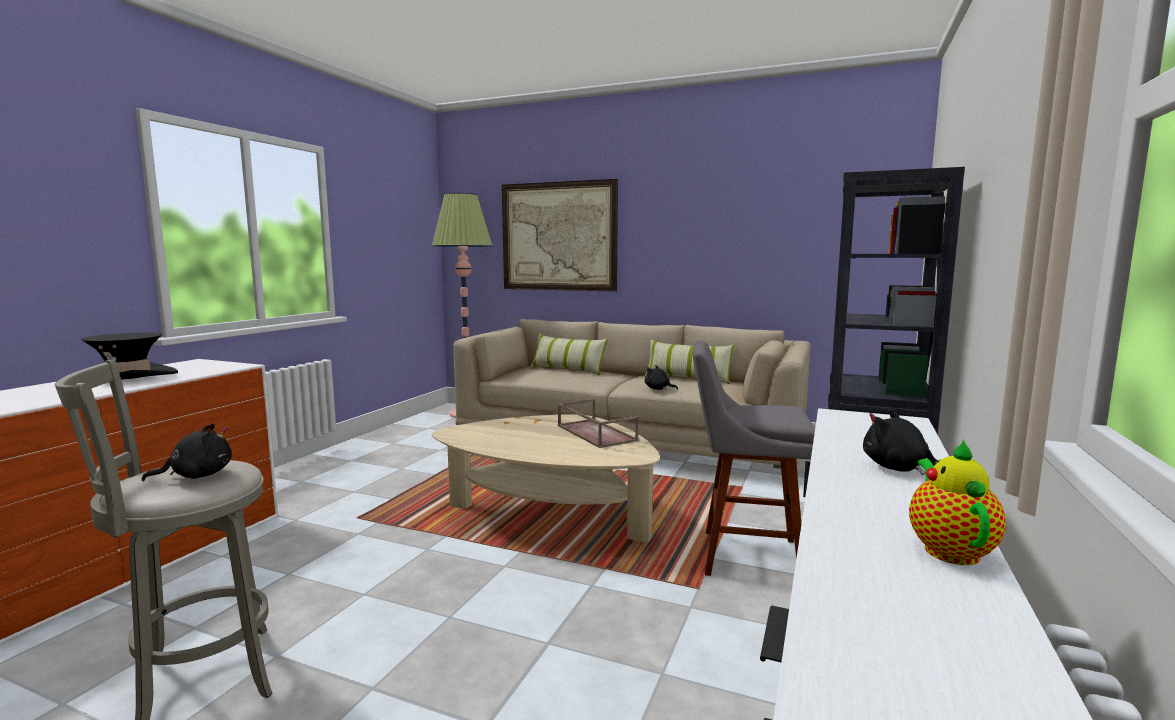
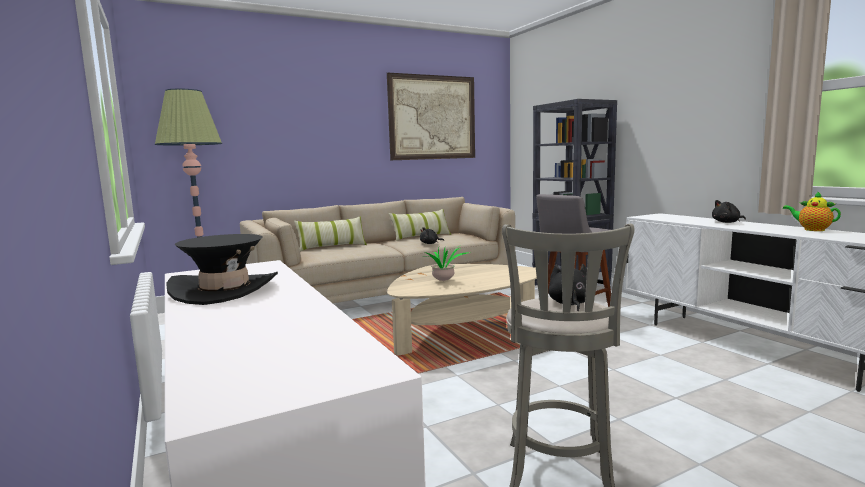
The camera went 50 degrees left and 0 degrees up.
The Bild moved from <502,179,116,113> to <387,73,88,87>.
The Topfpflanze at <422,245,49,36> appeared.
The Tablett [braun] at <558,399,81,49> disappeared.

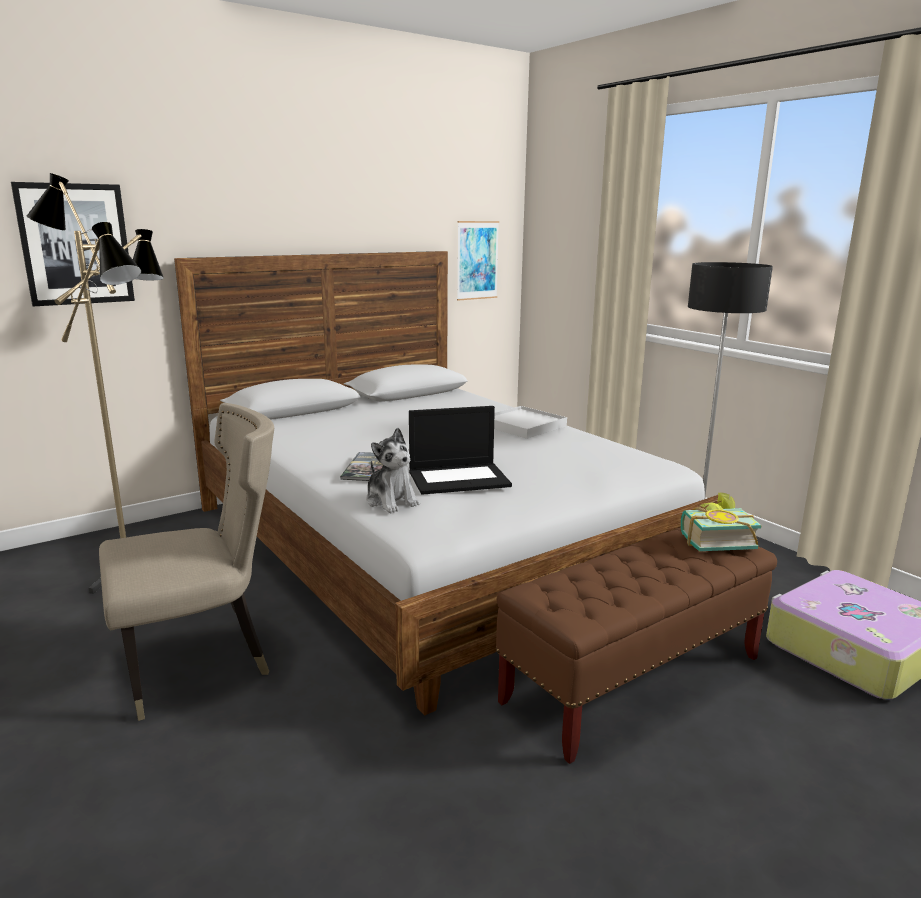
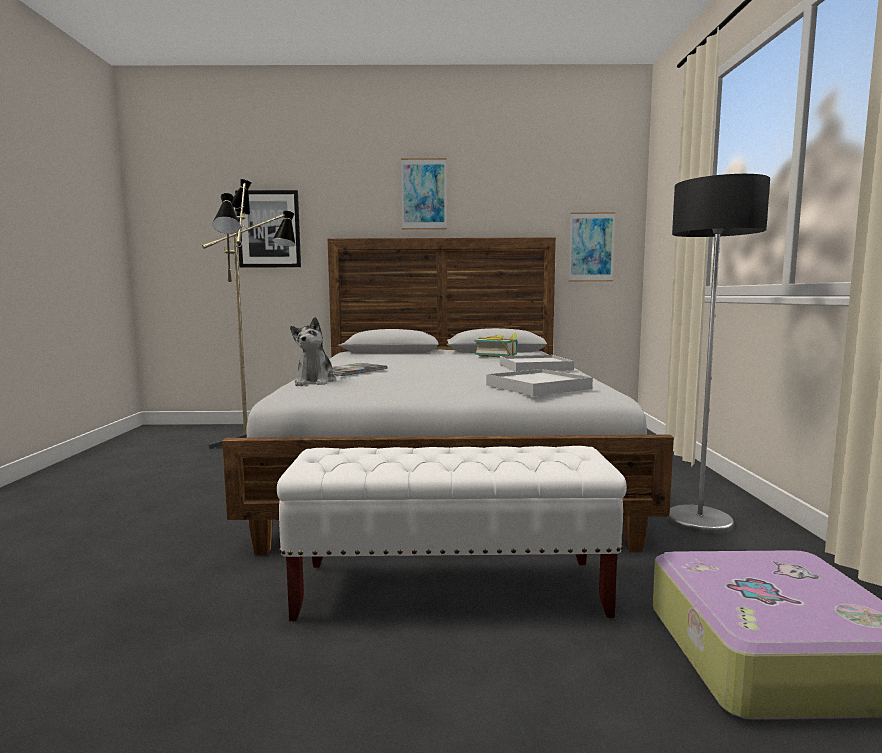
The camera went 35 degrees right and 10 degrees down.
The Bank [braun] at <496,527,281,237> became the Bank [weiß] at <277,446,350,175>.
The Bild at <401,158,46,72> appeared.
The Buch moved from <681,493,81,58> to <475,333,43,24>.
The Tablett [weiß] at <486,369,107,27> appeared.
The Stuhl [beige] at <99,403,175,318> disappeared.
The Laptop at <409,406,103,89> disappeared.

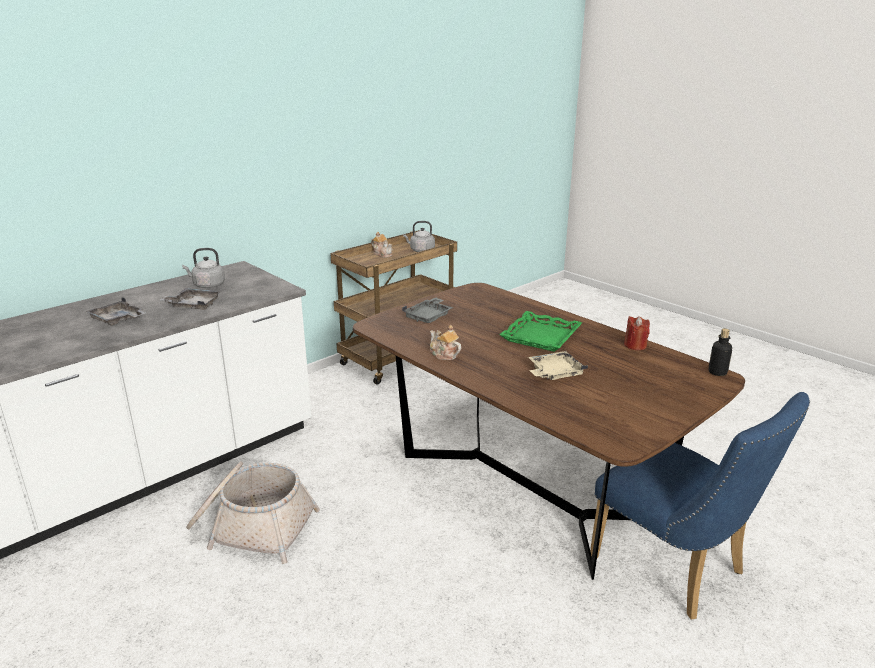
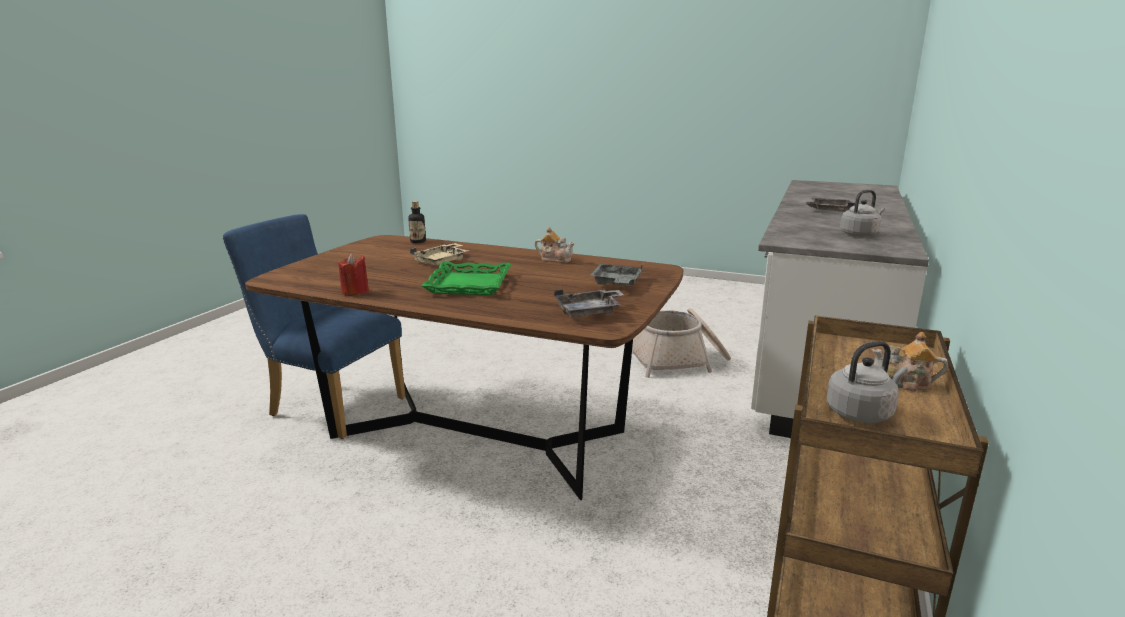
The camera went 155 degrees right and 5 degrees down.
The Flasche moved from <708,328,24,48> to <408,201,18,42>.
The Tablett [grau] moved from <160,288,61,22> to <554,289,70,28>.

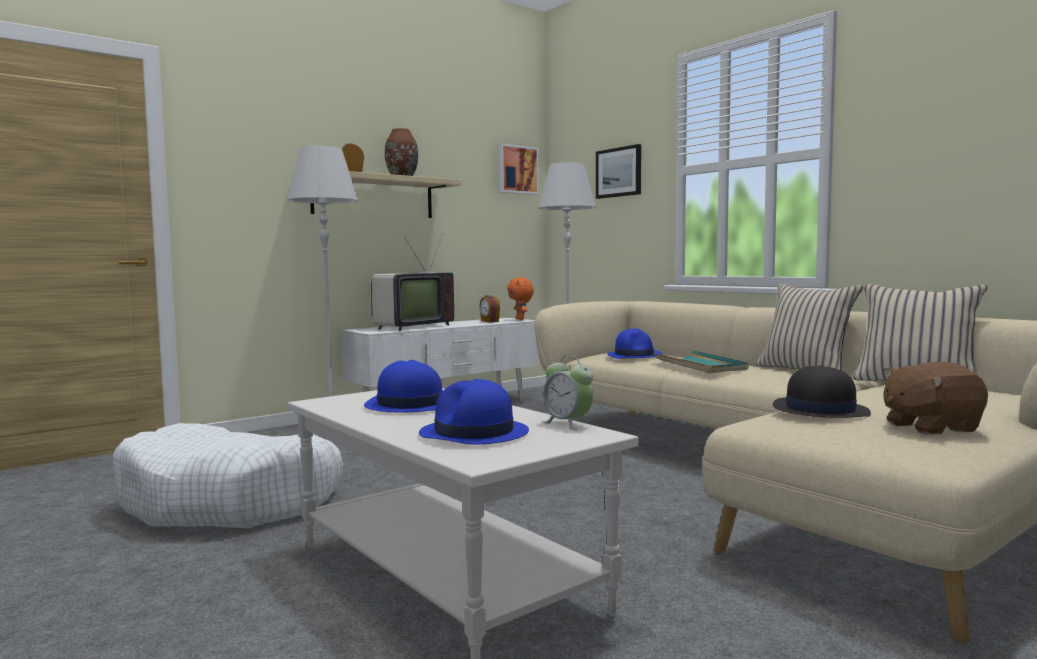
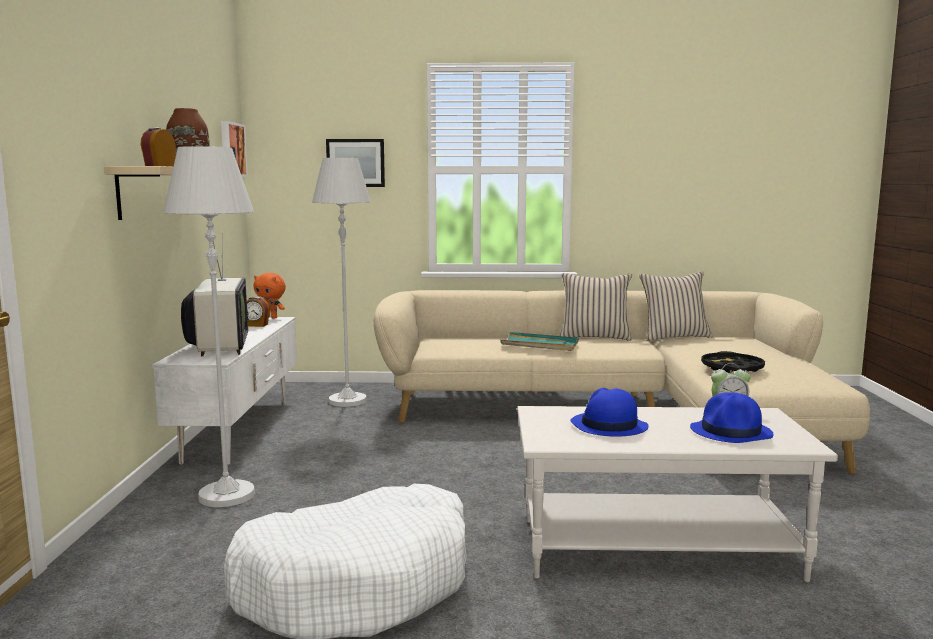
The camera went 50 degrees left and 5 degrees up.
The Hut [schwarz] at <773,365,98,53> was replaced by the Tablett [schwarz] at <701,351,64,22>.
The Hut [blau] at <607,329,55,30> disappeared.
The Plüschtier [braun] at <883,362,105,73> disappeared.

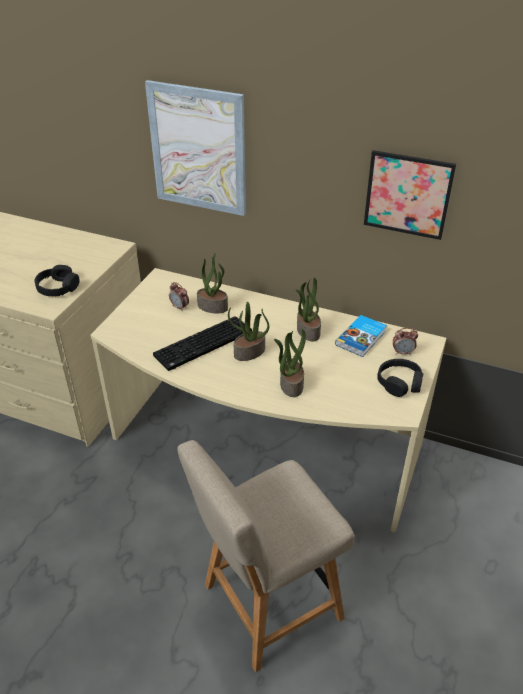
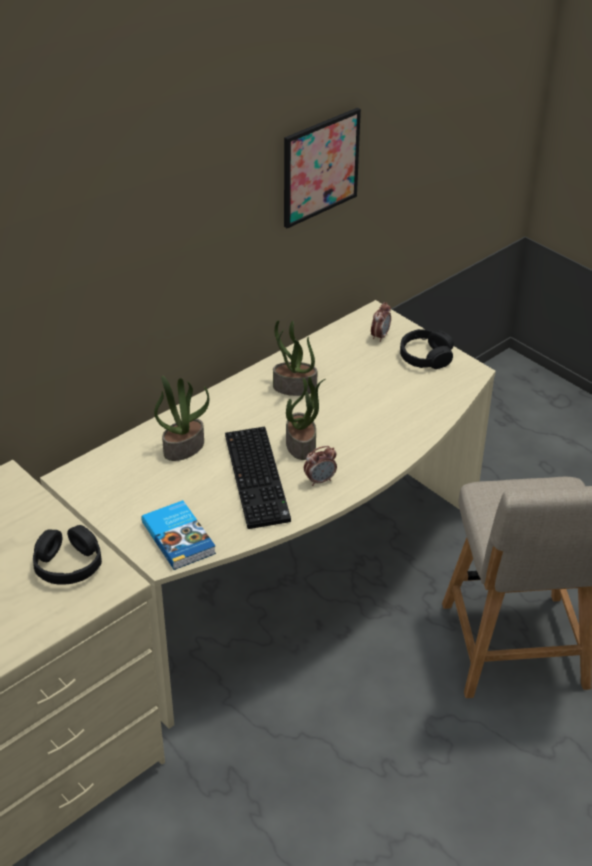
The camera went 65 degrees left and 0 degrees up.
The Buch moved from <335,315,52,42> to <141,500,75,70>.
The Wecker moved from <169,282,20,29> to <304,446,33,40>.
The Bild at <145,80,101,136> disappeared.
The Topfpflanze at <274,329,32,68> disappeared.

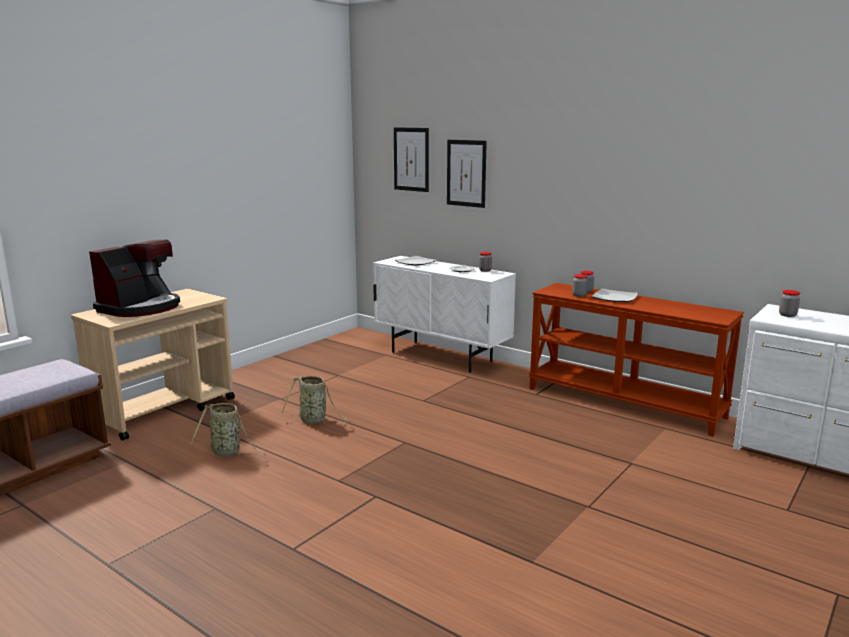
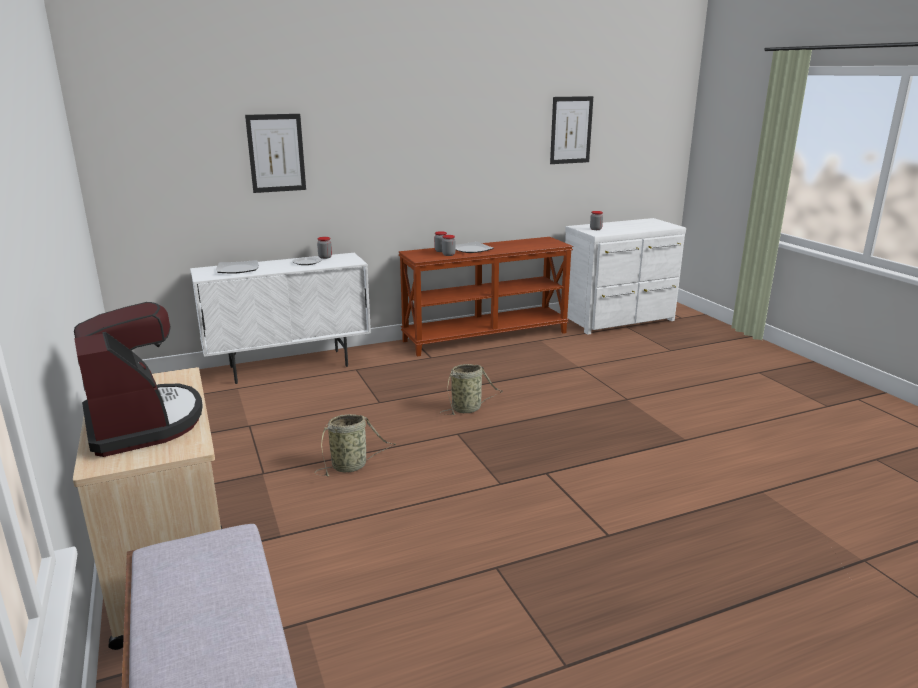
The camera went 60 degrees left and 5 degrees up.
The Korb moved from <190,403,75,53> to <440,364,63,51>.
The Bild moved from <394,127,35,65> to <550,96,43,68>.

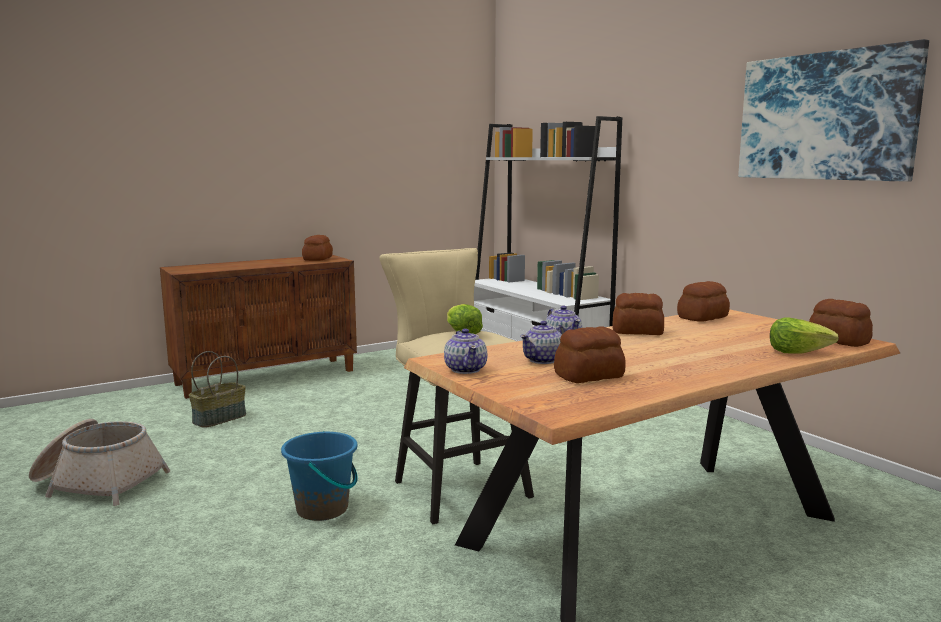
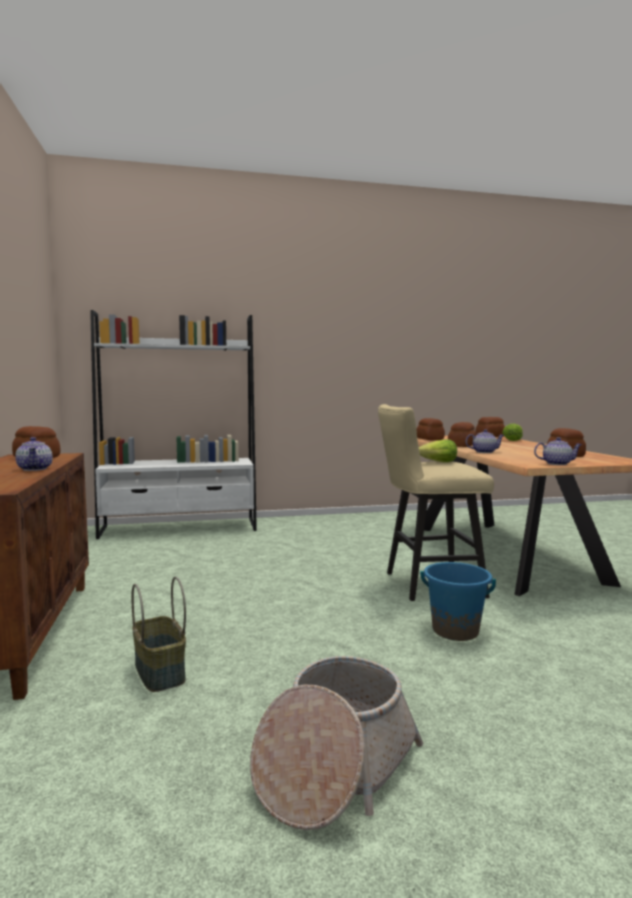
The camera went 70 degrees left and 5 degrees down.
The Teekanne moved from <520,321,45,43> to <15,437,38,34>.
The Bild at <738,39,191,143> disappeared.

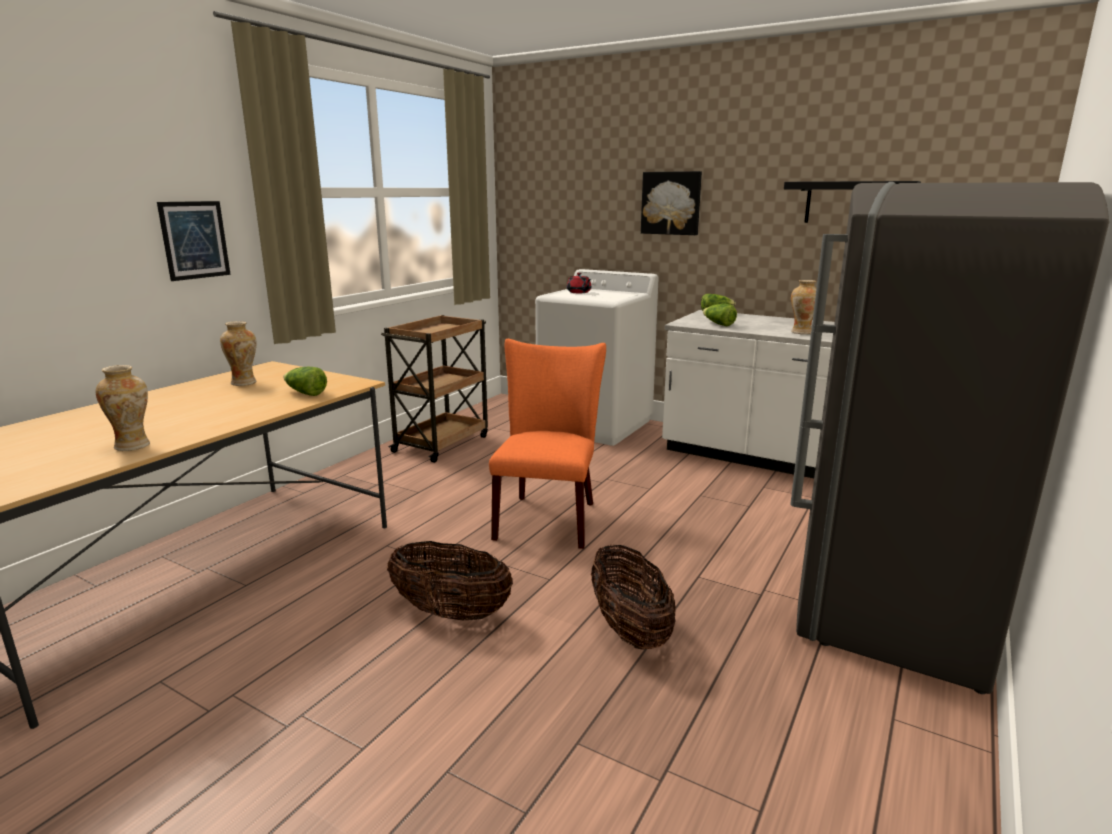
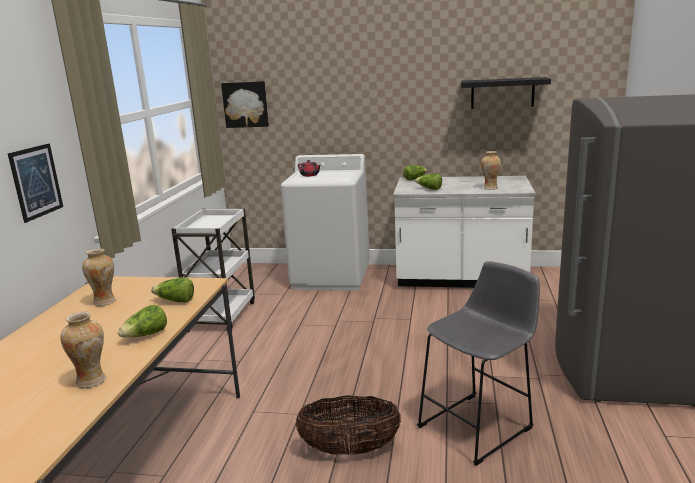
The camera went 20 degrees left and 0 degrees up.
The Salatkopf at <118,305,49,33> appeared.
The Rollwagen [braun] at <381,315,107,148> became the Rollwagen [weiß] at <171,208,84,125>.
The Bild moved from <641,171,61,64> to <221,81,48,47>.
The Korb at <591,545,85,105> was replaced by the Hocker [grau] at <417,261,123,205>.
The Stuhl [orange] at <489,339,117,210> disappeared.

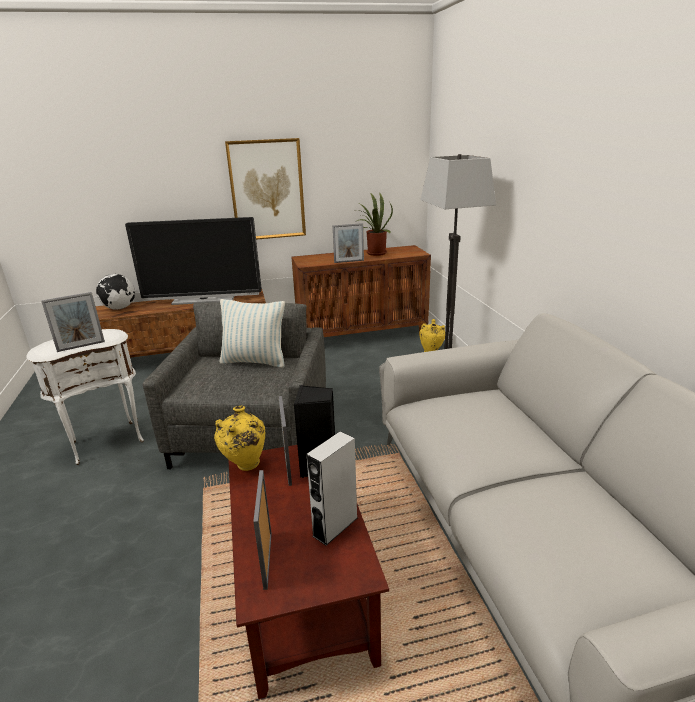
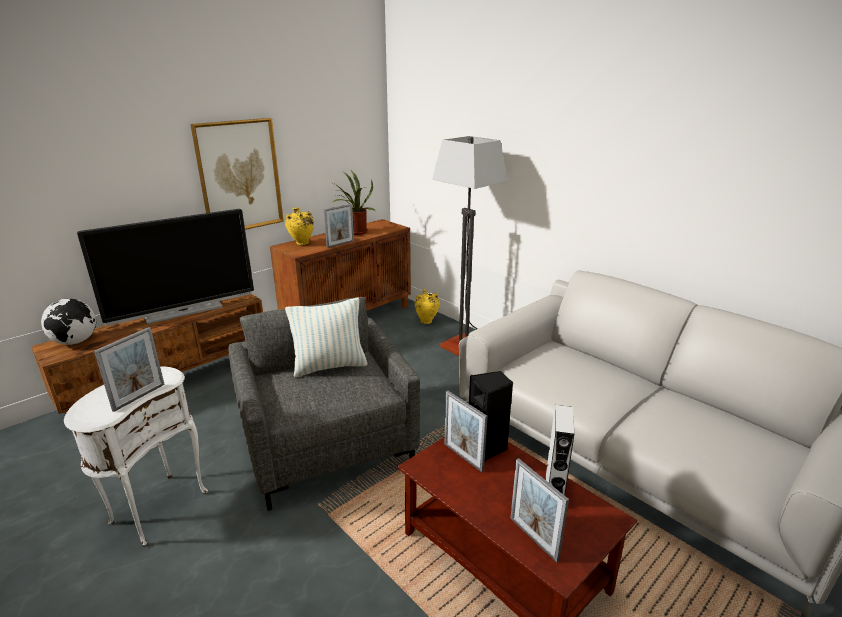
The camera went 30 degrees left and 0 degrees up.
The Vase [gelb] moved from <214,406,51,65> to <285,207,29,38>.

